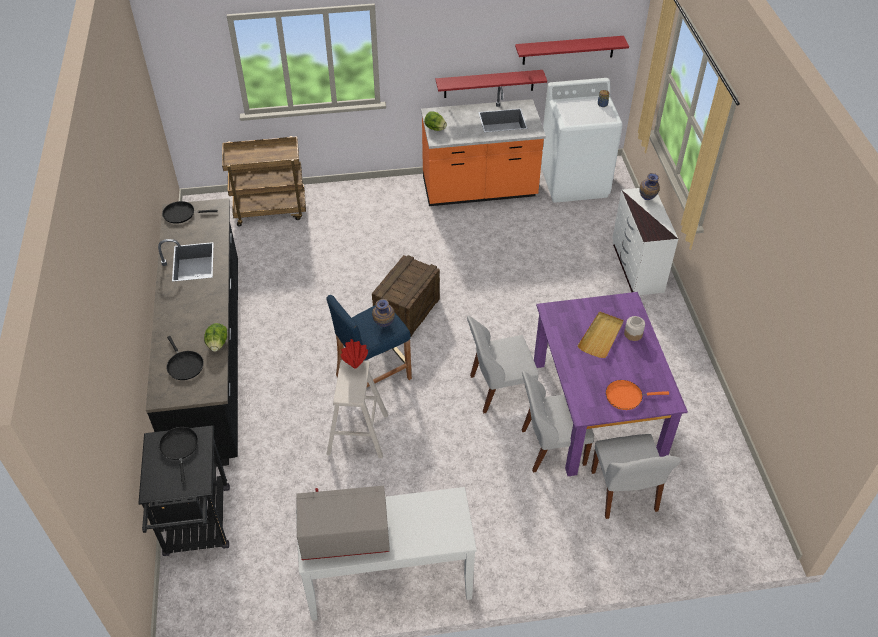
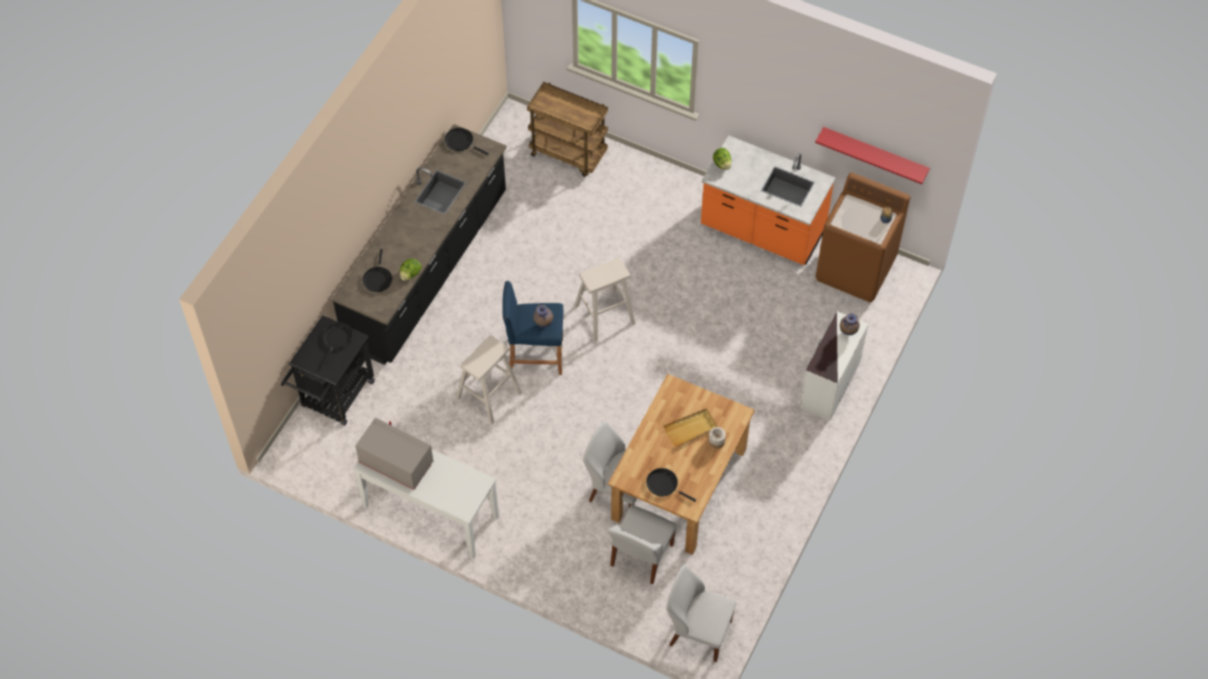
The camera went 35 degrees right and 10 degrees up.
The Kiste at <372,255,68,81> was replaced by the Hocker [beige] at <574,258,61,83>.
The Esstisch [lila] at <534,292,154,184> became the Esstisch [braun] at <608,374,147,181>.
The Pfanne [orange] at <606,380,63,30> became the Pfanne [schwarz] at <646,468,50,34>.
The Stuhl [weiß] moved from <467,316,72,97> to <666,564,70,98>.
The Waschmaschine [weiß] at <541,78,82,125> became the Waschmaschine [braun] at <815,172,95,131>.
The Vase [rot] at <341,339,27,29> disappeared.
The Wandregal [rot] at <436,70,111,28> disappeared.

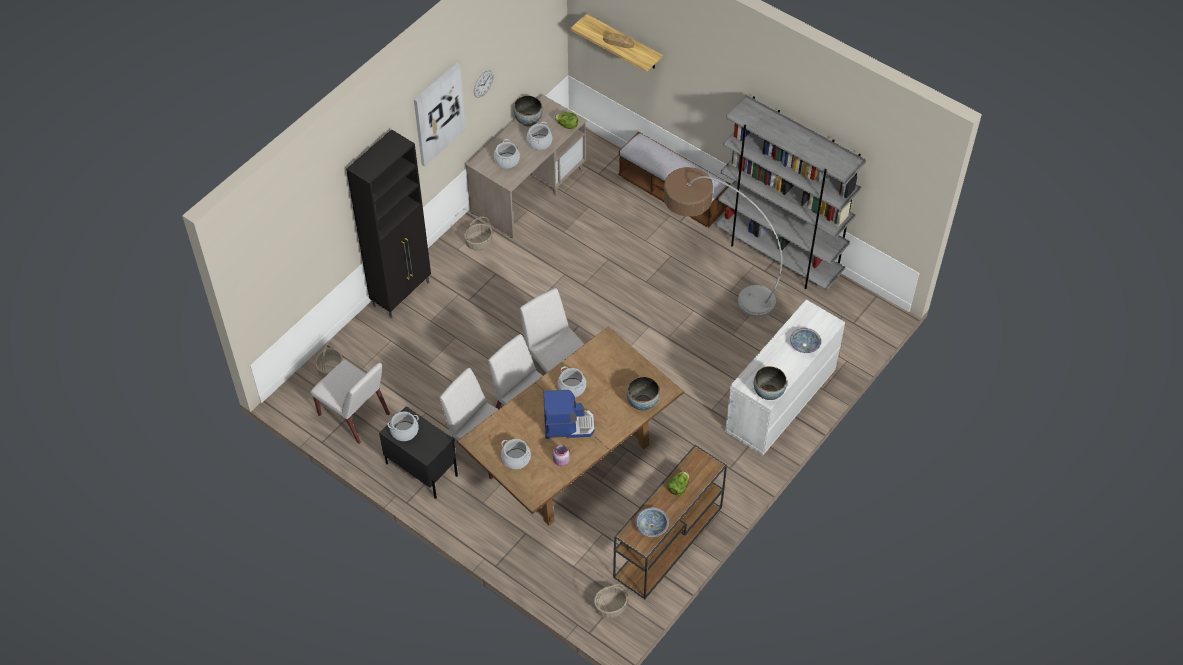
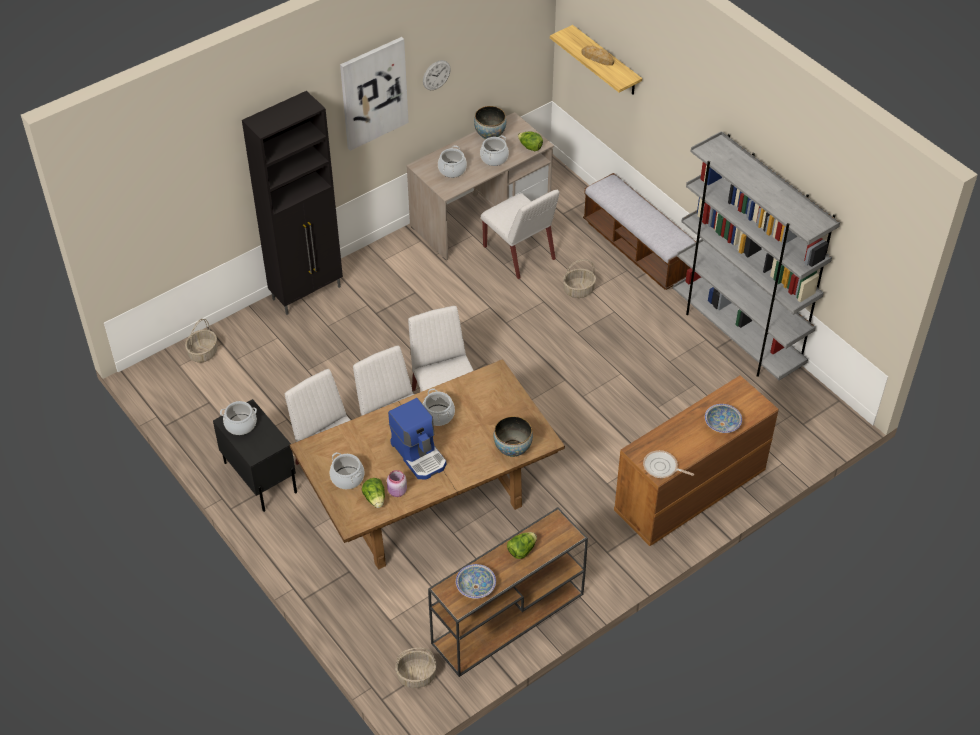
The camera went 15 degrees right and 5 degrees down.
The Salatkopf at <362,478,23,30> appeared.
The Kaffeemaschine at <544,390,51,49> turned 45 degrees clockwise.
The Stuhl [weiß] moved from <310,360,80,84> to <481,190,78,89>.
The Korb moved from <464,217,29,34> to <563,259,33,39>.
The Kommode [weiß] at <725,299,120,156> became the Kommode [braun] at <614,375,165,171>.
The Schüssel at <754,366,33,34> was replaced by the Pfanne at <643,450,51,28>.
The Stehlampe at <664,167,118,150> disappeared.

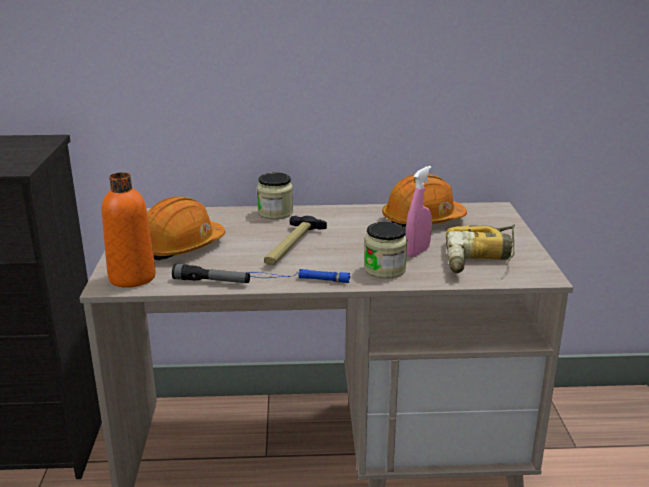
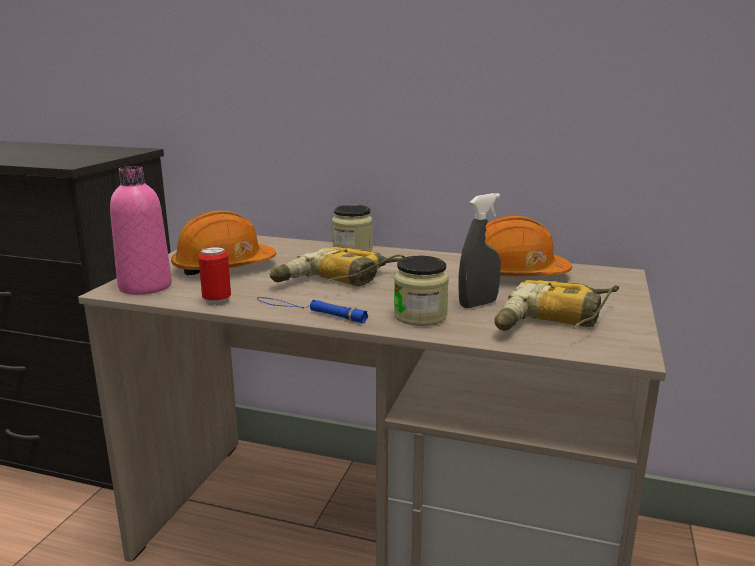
The camera went 20 degrees right and 5 degrees down.
The Flasche [orange] at <102,172,54,116> became the Flasche [rosa] at <110,166,62,129>.
The Taschenlampe at <172,263,78,20> was replaced by the Dose at <198,247,33,58>.
The Hammer at <264,216,63,49> was replaced by the Bohrmaschine at <269,247,136,39>.
The Sprühflasche [rosa] at <406,166,26,91> became the Sprühflasche [grau] at <459,193,42,115>.

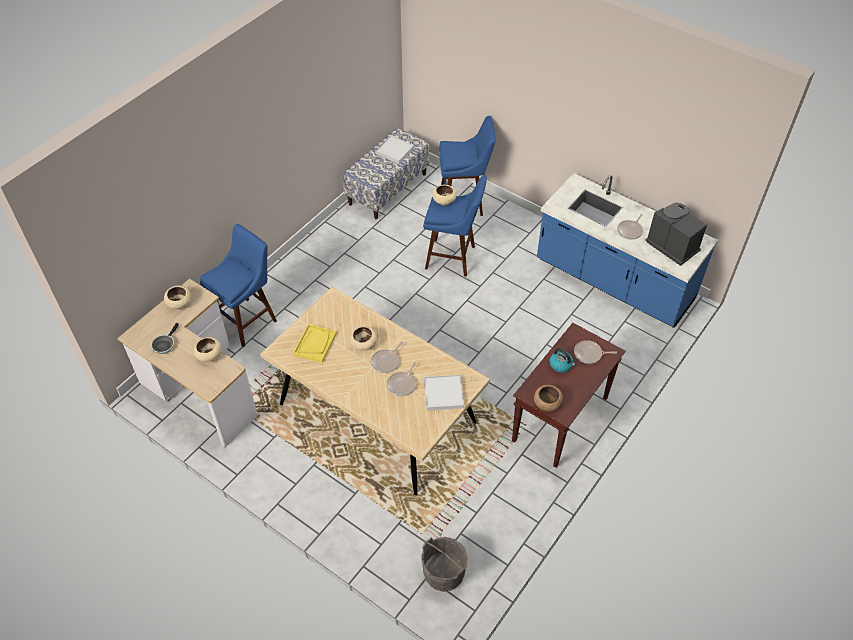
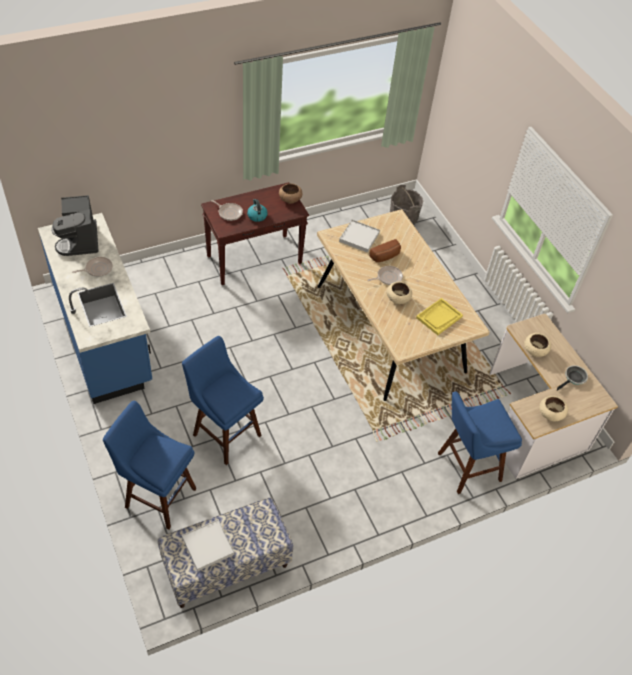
The camera went 155 degrees left and 0 degrees up.
The Pfanne at <387,362,30,34> was replaced by the Brot at <369,239,32,23>.
The Schüssel [beige] at <432,185,25,20> disappeared.

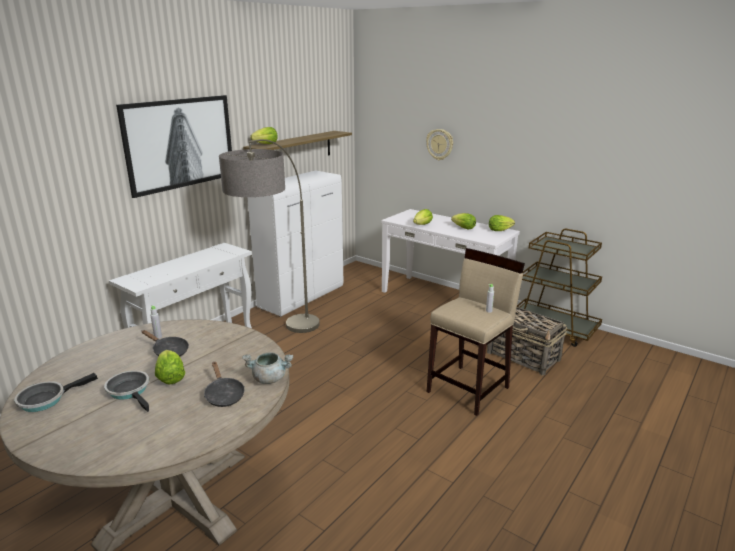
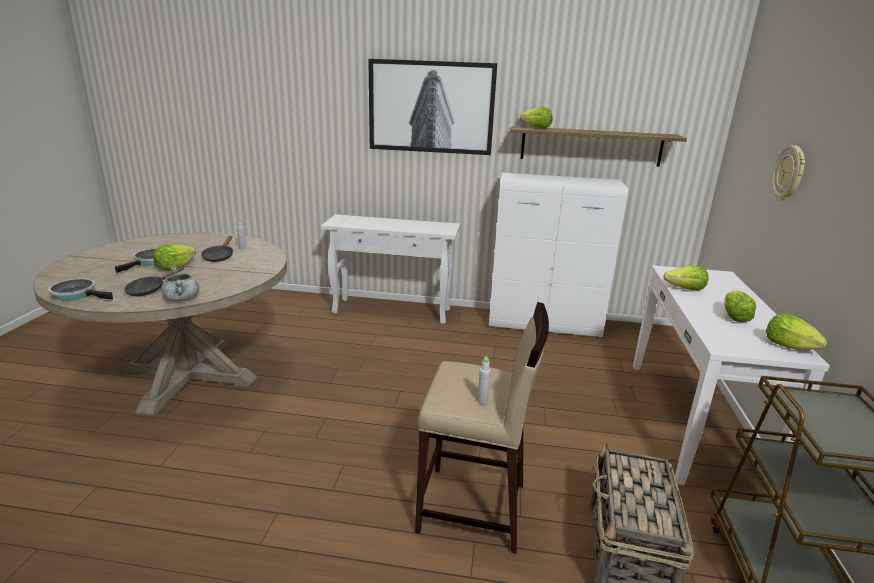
The camera went 60 degrees right and 0 degrees up.
The Pfanne moved from <14,373,84,39> to <48,278,65,22>.
The Stehlampe at <219,139,101,194> disappeared.

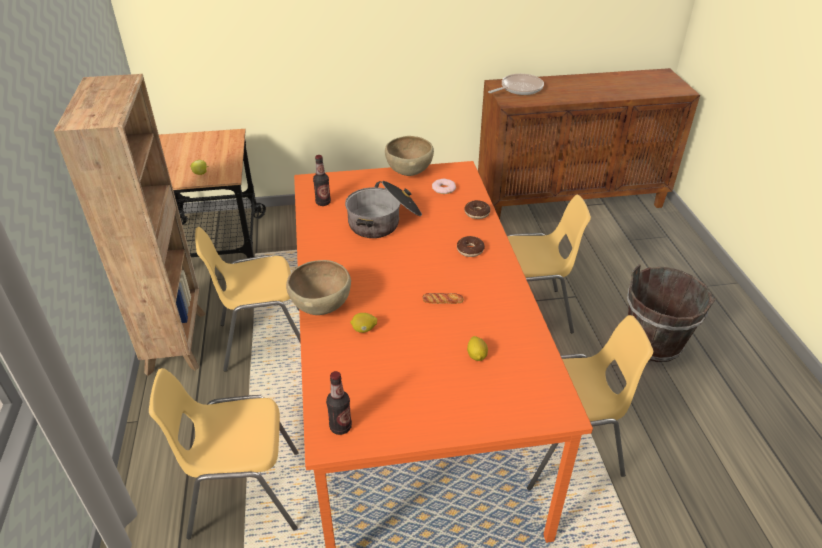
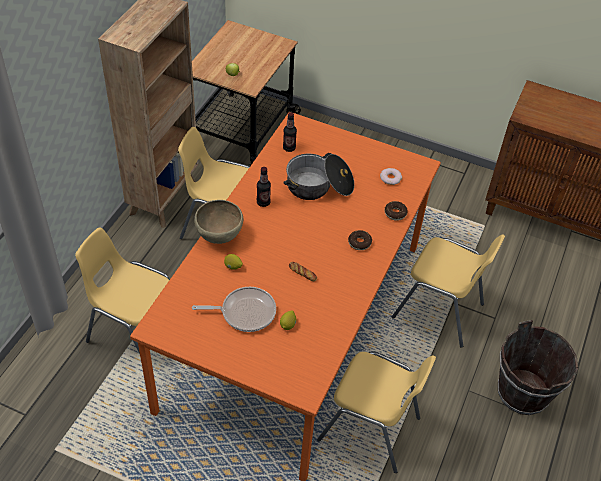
The camera went 30 degrees right and 10 degrees up.
The Pfanne moved from <488,74,56,21> to <192,287,84,45>.
The Flasche moved from <326,371,26,64> to <257,167,14,40>.
The Schüssel [braun] at <385,136,49,40> disappeared.

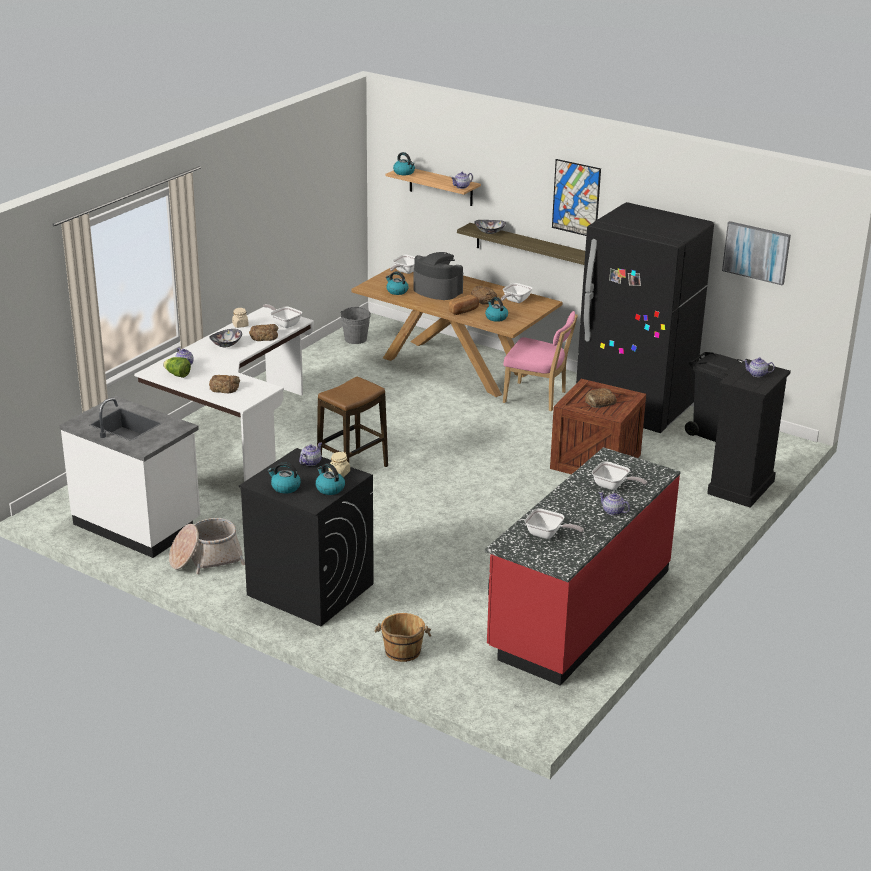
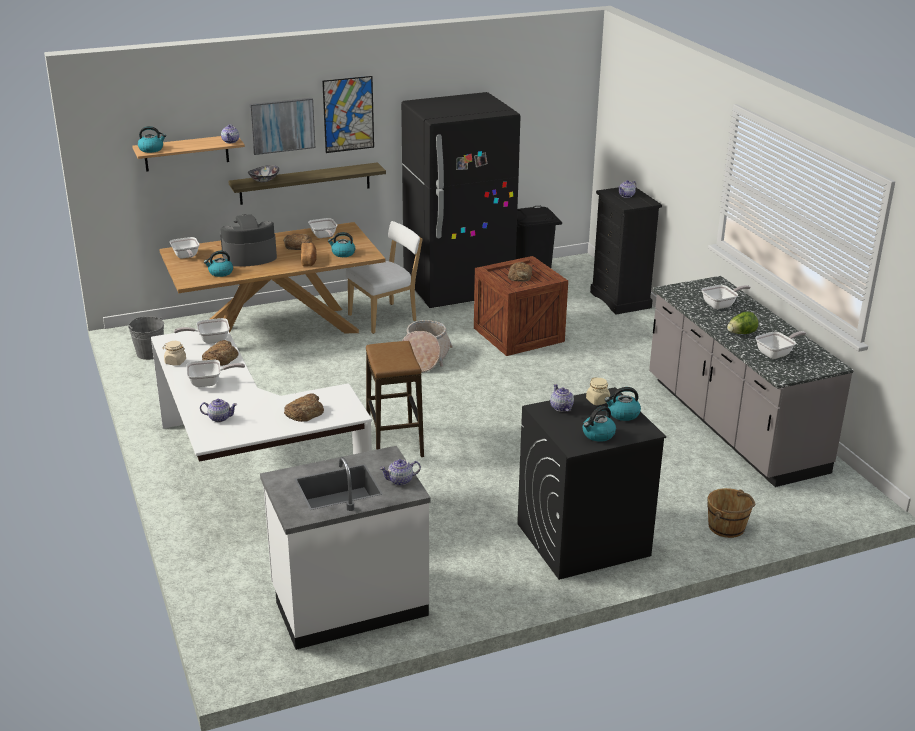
The camera went 55 degrees left and 0 degrees up.
The Schüssel at <209,329,33,18> was replaced by the Pfanne at <186,360,59,27>.
The Bild moved from <722,221,69,64> to <250,98,65,57>.
The Stuhl [rosa] at <503,311,75,100> became the Stuhl [weiß] at <346,221,77,113>.
The Teekanne moved from <599,492,31,24> to <379,459,42,27>.
The Korb moved from <169,518,76,56> to <402,320,51,53>.
The Küchenzeile [rot] at <485,447,195,239> became the Küchenzeile [grau] at <649,276,205,211>.
The Salatkopf moved from <163,357,28,21> to <727,312,31,22>.

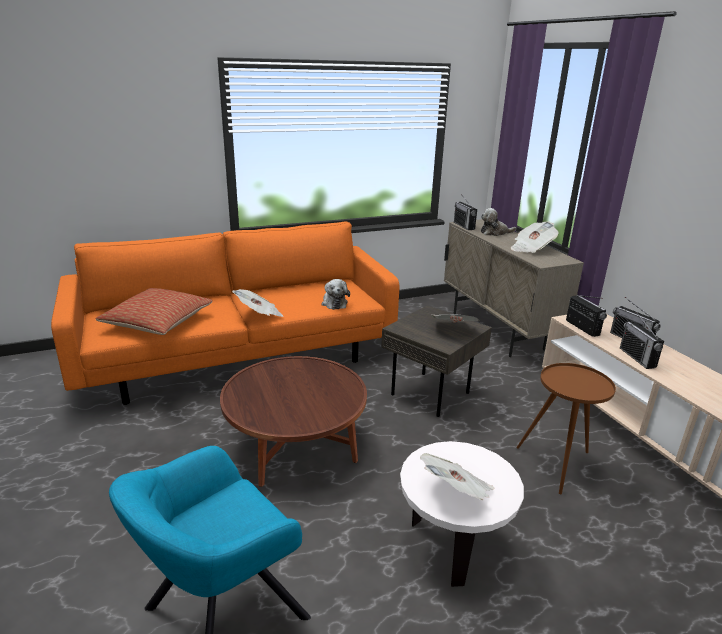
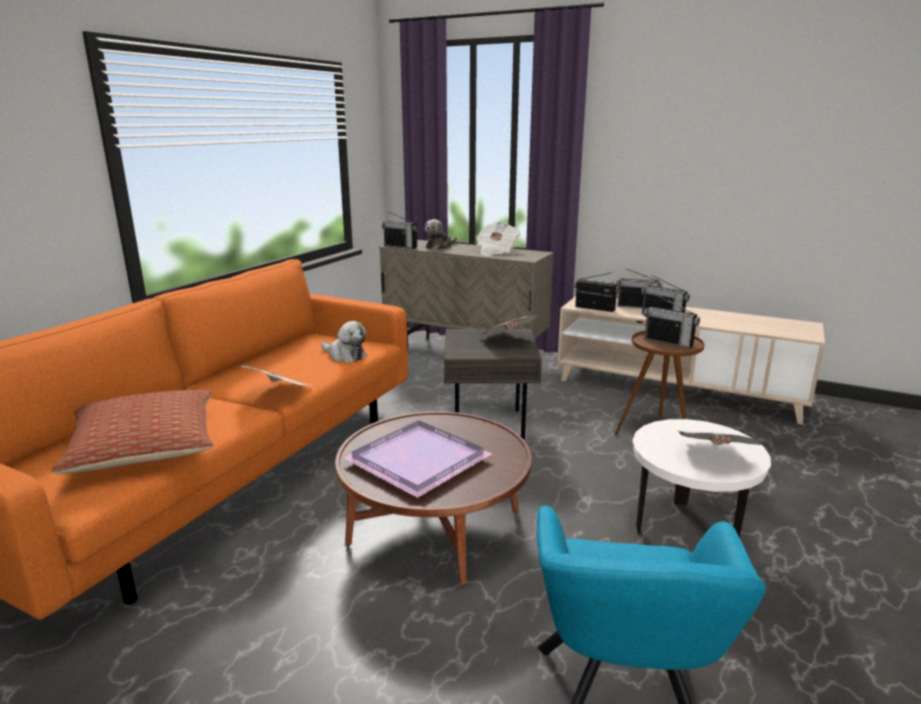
The camera went 40 degrees left and 5 degrees down.
The Tablett [lila] at <344,420,148,78> appeared.
The Radio at <644,294,56,55> appeared.

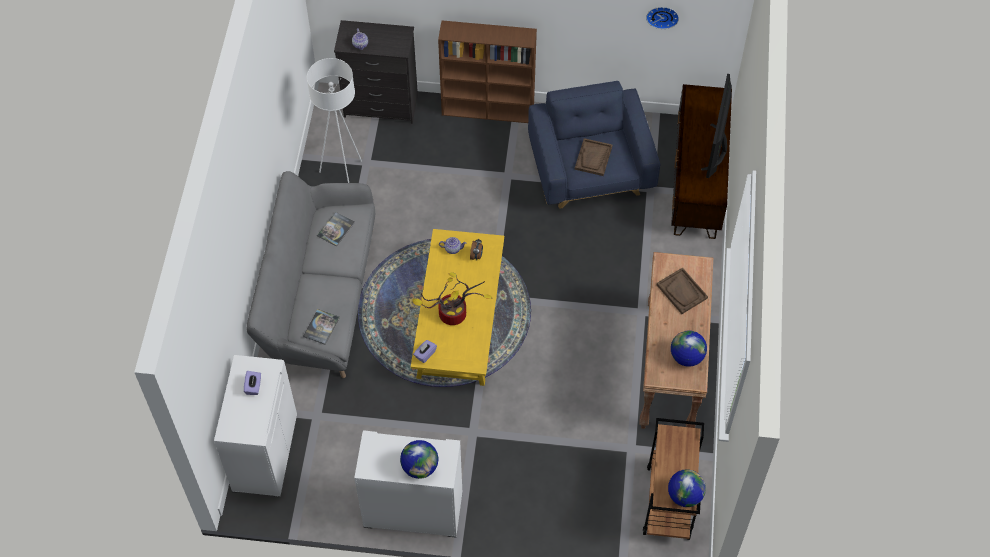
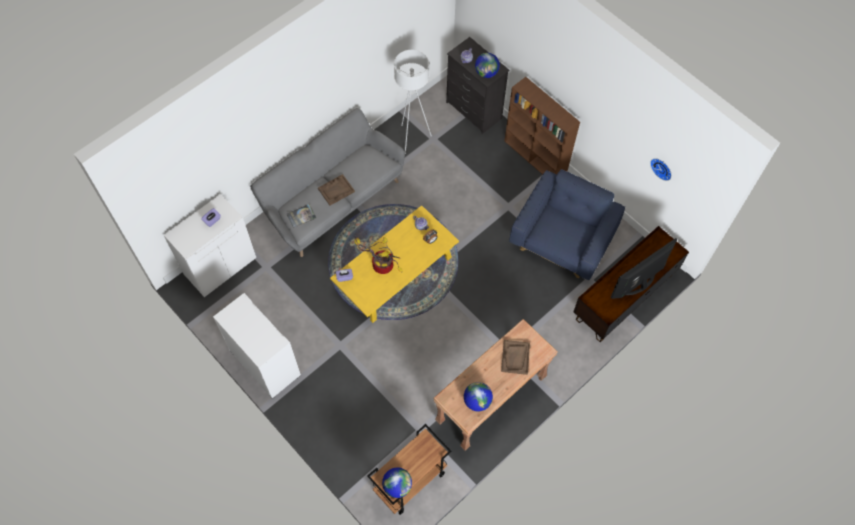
The camera went 40 degrees right and 5 degrees up.
The Tablett [braun] moved from <575,138,37,38> to <318,174,37,31>.
The Globus moved from <400,440,38,39> to <475,53,25,25>.
The Buch at <317,212,38,35> disappeared.

